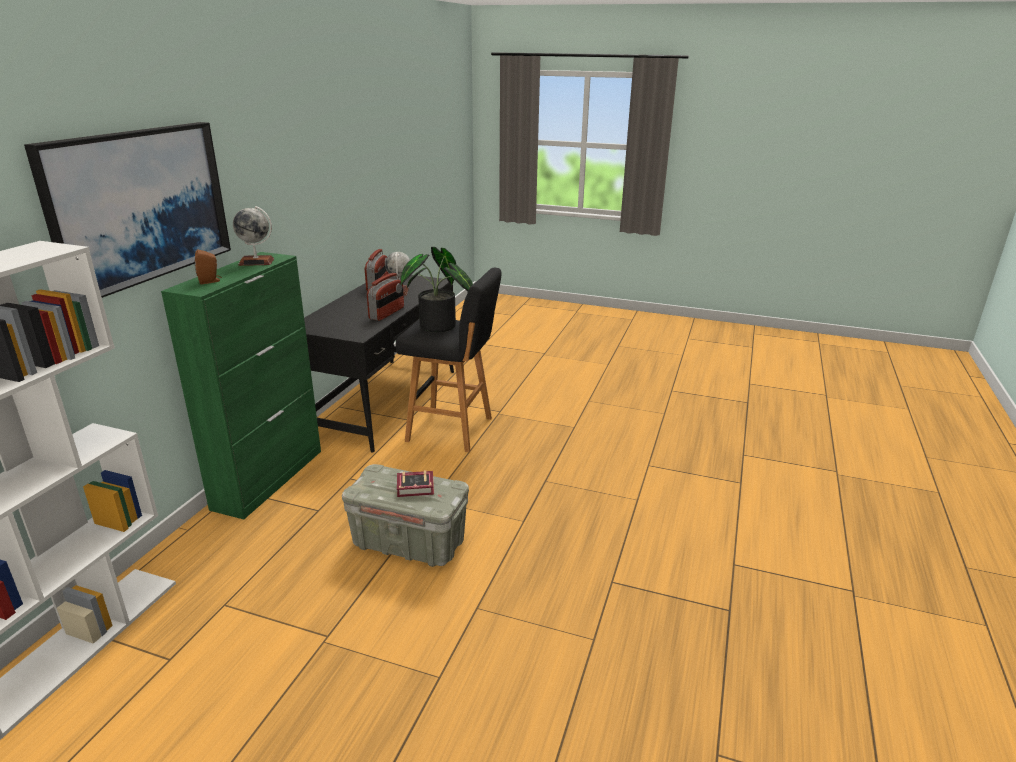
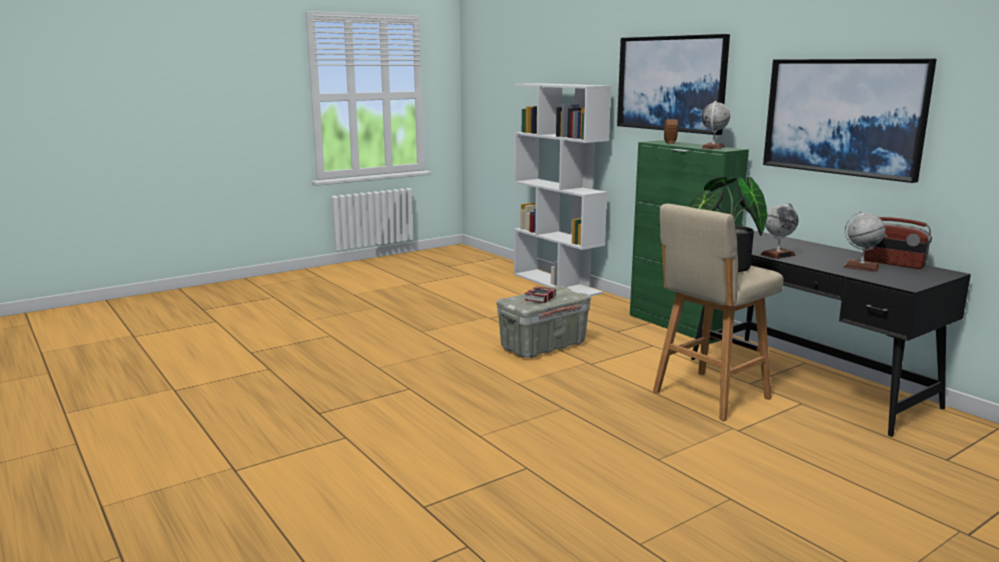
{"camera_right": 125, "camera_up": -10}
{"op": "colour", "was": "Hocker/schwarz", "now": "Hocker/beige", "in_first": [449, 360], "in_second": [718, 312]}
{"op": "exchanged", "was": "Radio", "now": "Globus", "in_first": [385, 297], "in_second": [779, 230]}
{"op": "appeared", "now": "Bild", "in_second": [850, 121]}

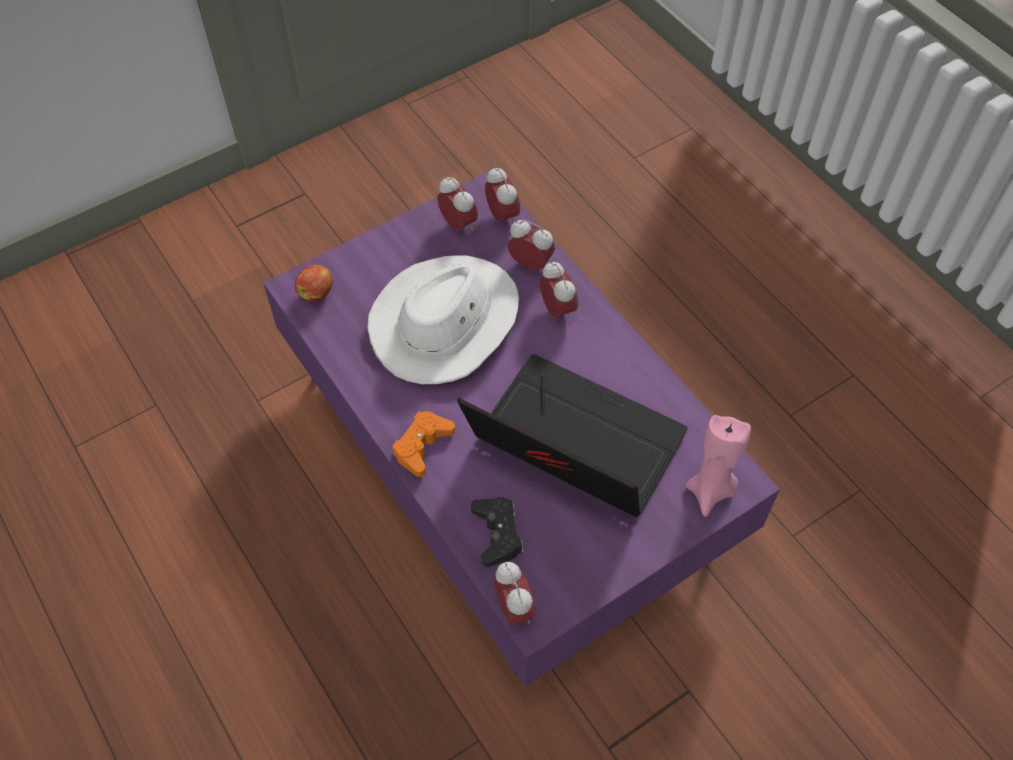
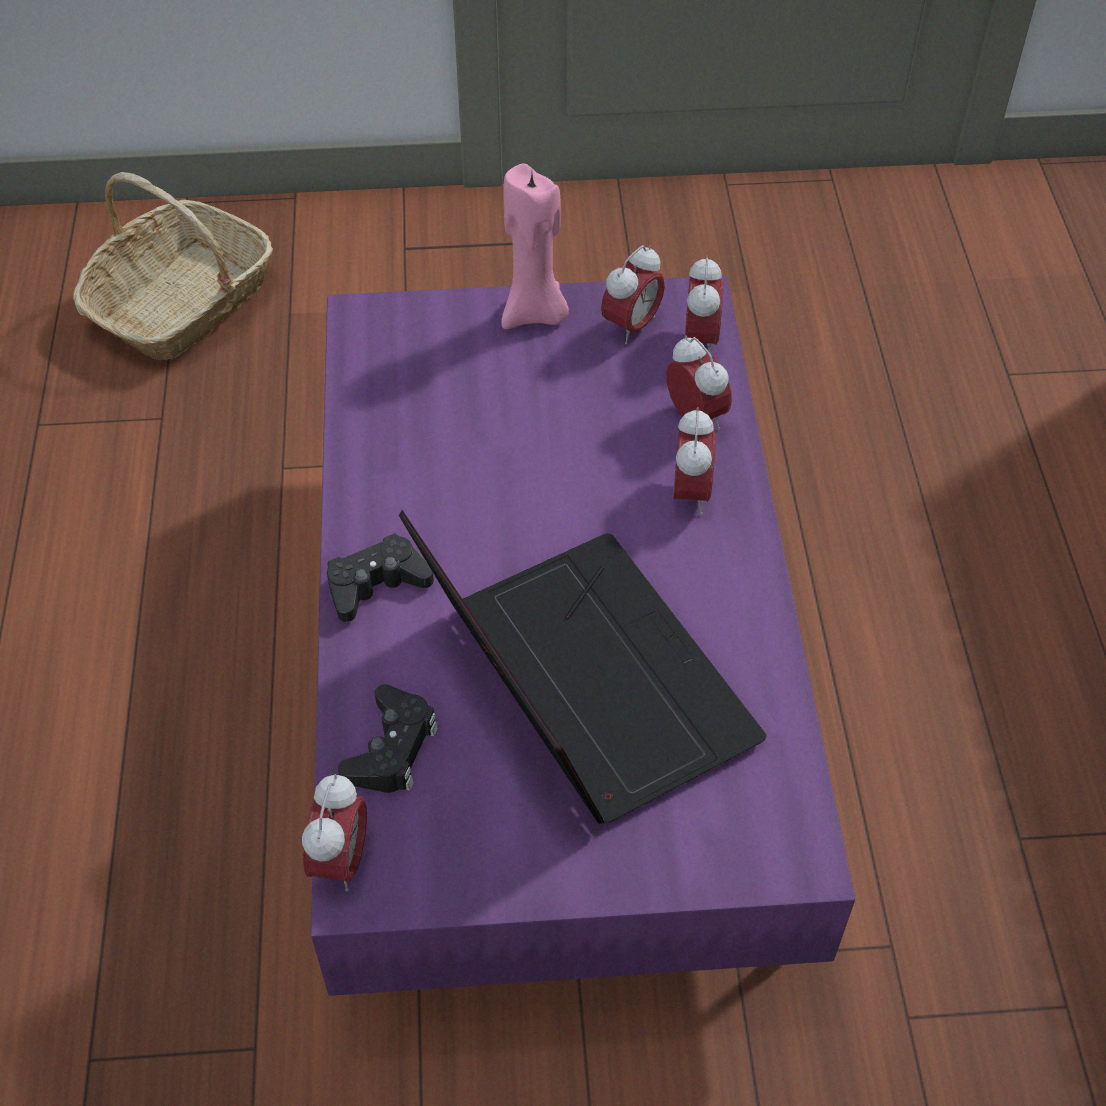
{"camera_right": 30, "camera_up": -5}
{"op": "spun", "was": "Wecker", "in_first": [457, 203], "in_second": [633, 294], "clockwise": 45}
{"op": "missing", "was": "Hut/weiß", "in_first": [443, 319]}
{"op": "missing", "was": "Apfel", "in_first": [314, 283]}
{"op": "colour", "was": "Gamepad/orange", "now": "Gamepad/schwarz", "in_first": [423, 444], "in_second": [380, 577]}
{"op": "relocated", "was": "Kerze/rosa", "in_first": [718, 466], "in_second": [535, 246]}
{"op": "appeared", "now": "Korb", "in_second": [173, 266]}

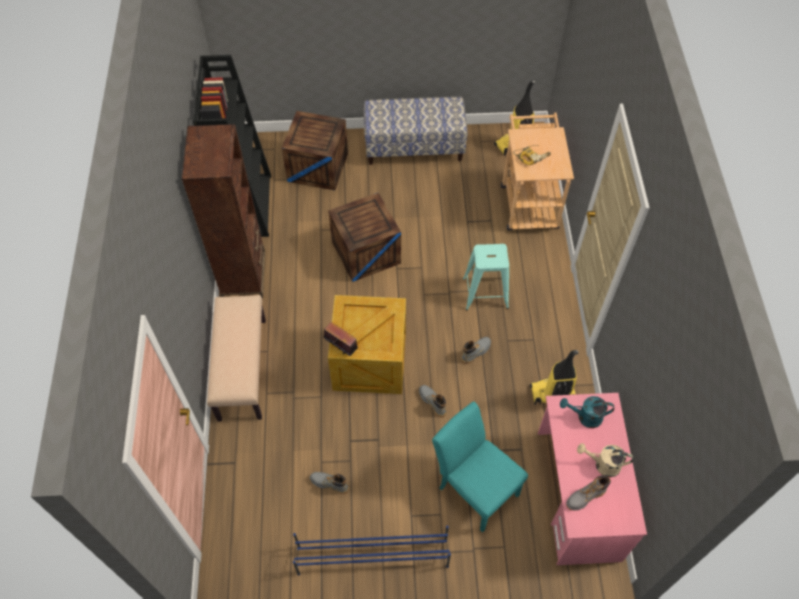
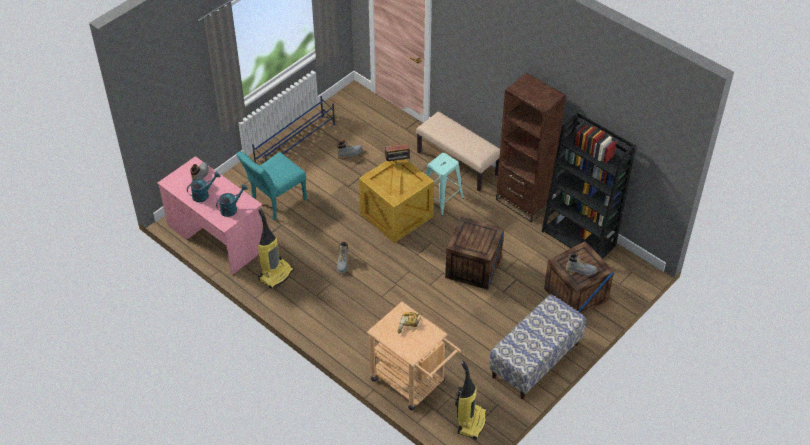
{"camera_right": 135, "camera_up": -10}
{"op": "relocated", "was": "Hocker/türkis", "in_first": [486, 277], "in_second": [445, 184]}
{"op": "relocated", "was": "Stiefel/grau", "in_first": [432, 401], "in_second": [582, 264]}
{"op": "spun", "was": "Stuhl/türkis", "in_first": [480, 466], "in_second": [271, 186], "clockwise": 135}
{"op": "colour", "was": "Gießkanne/beige", "now": "Gießkanne/türkis", "in_first": [605, 460], "in_second": [203, 187]}

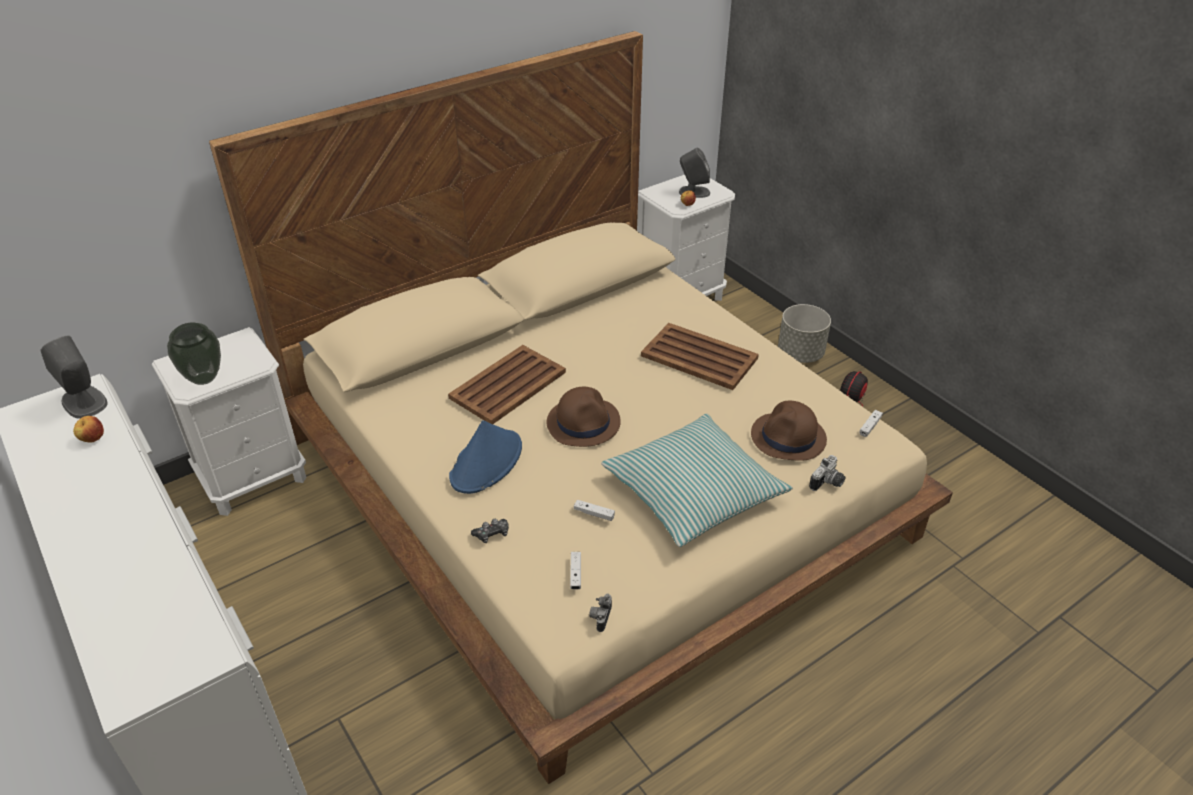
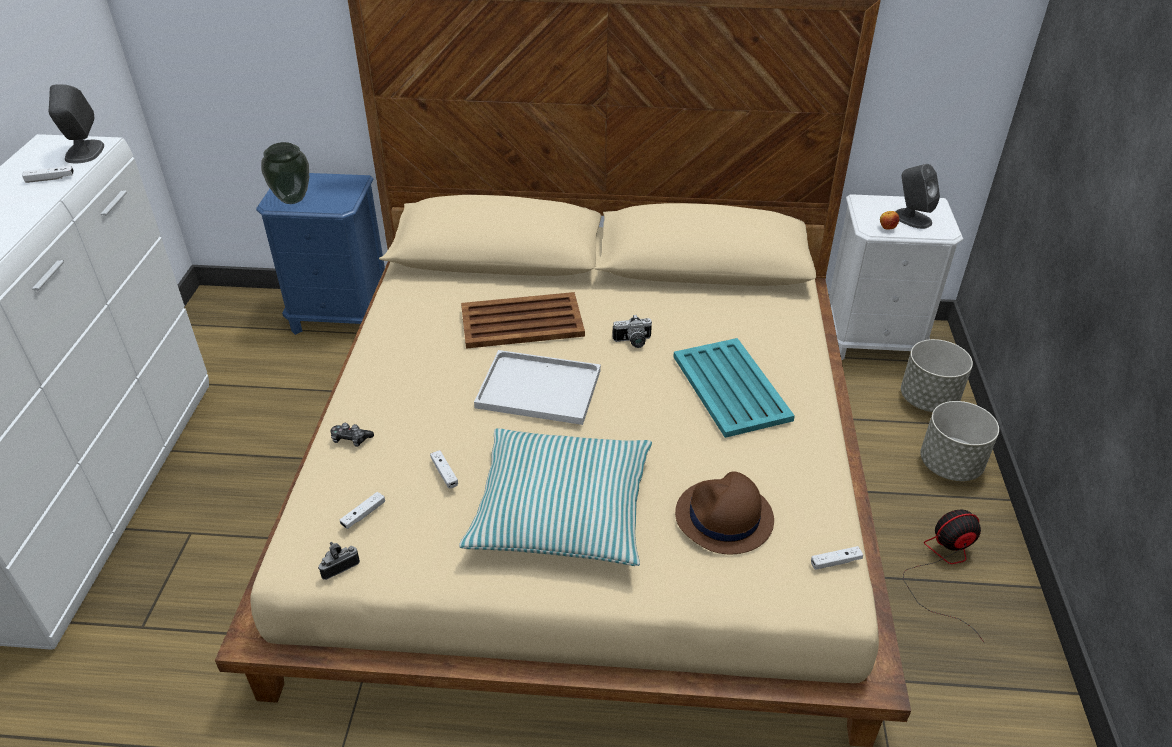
{"camera_right": 40, "camera_up": 0}
{"op": "colour", "was": "Tablett/braun", "now": "Tablett/türkis", "in_first": [700, 356], "in_second": [734, 388]}
{"op": "colour", "was": "Nachttisch/weiß", "now": "Nachttisch/blau", "in_first": [229, 421], "in_second": [320, 254]}
{"op": "exchanged", "was": "Hut/braun", "now": "Tablett/weiß", "in_first": [584, 417], "in_second": [537, 387]}
{"op": "exchanged", "was": "Apfel", "now": "Gamepad/weiß", "in_first": [88, 429], "in_second": [48, 174]}
{"op": "missing", "was": "Hut/blau", "in_first": [485, 457]}
{"op": "relocated", "was": "Kamera", "in_first": [827, 473], "in_second": [632, 331]}
{"op": "appeared", "now": "Pflanzkübel/grau", "in_second": [937, 375]}

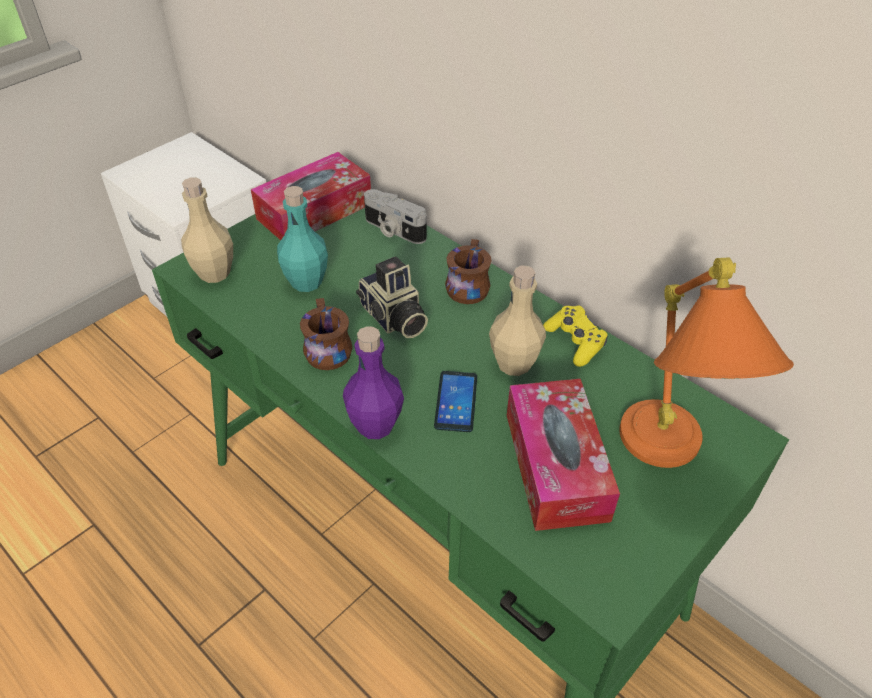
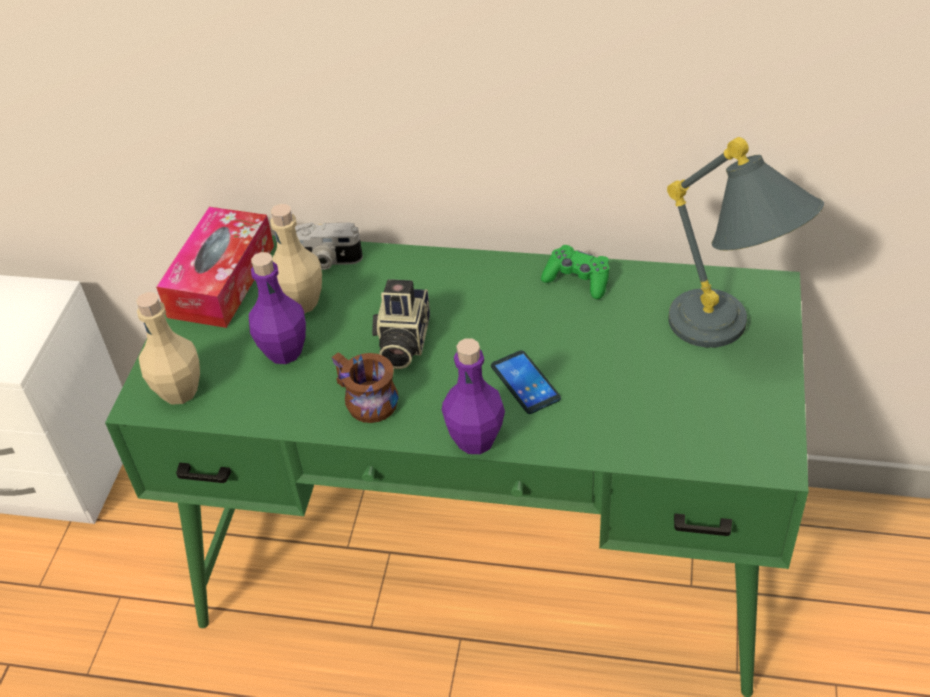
{"camera_right": -30, "camera_up": 0}
{"op": "colour", "was": "Flasche/türkis", "now": "Flasche/lila", "in_first": [302, 239], "in_second": [277, 308]}
{"op": "missing", "was": "Henkelbecher/braun", "in_first": [468, 271]}
{"op": "spun", "was": "Kamera", "in_first": [392, 297], "in_second": [401, 324], "clockwise": 75}
{"op": "colour", "was": "Tischlampe/orange", "now": "Tischlampe/grau", "in_first": [706, 362], "in_second": [745, 242]}
{"op": "relocated", "was": "Flasche/beige", "in_first": [517, 321], "in_second": [296, 259]}
{"op": "colour", "was": "Gamepad/gelb", "now": "Gamepad/grün", "in_first": [575, 336], "in_second": [575, 272]}
{"op": "missing", "was": "Taschentuchbox", "in_first": [563, 455]}

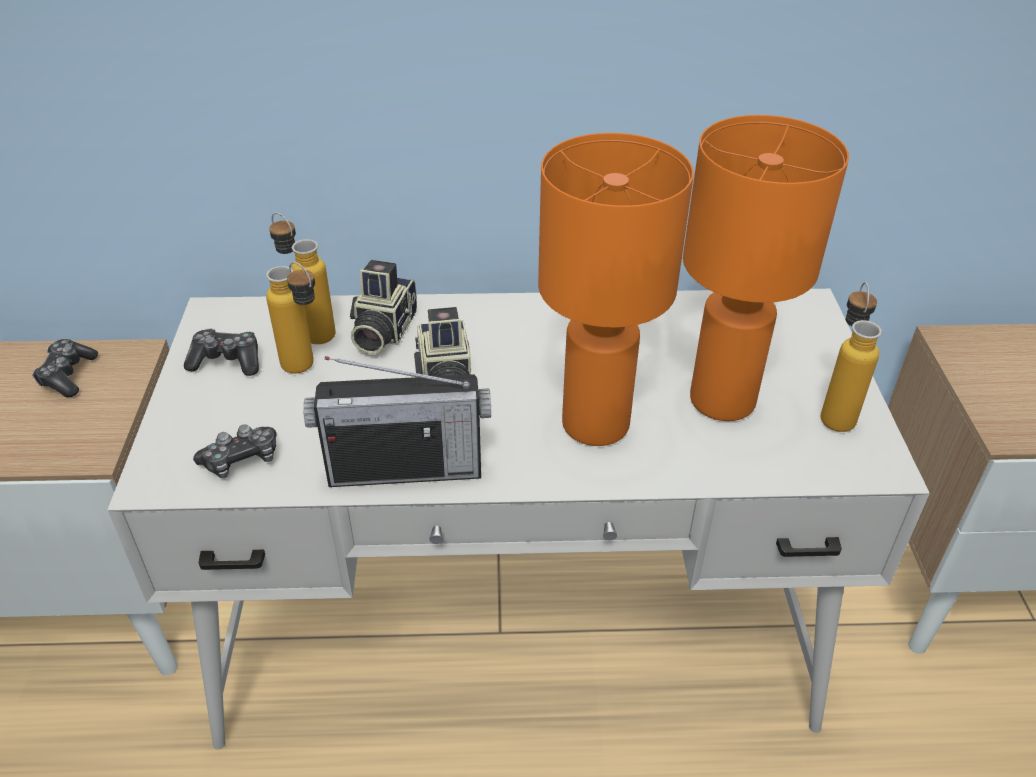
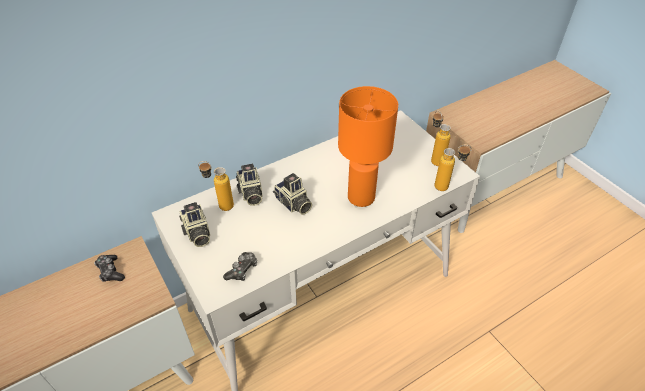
{"camera_right": -30, "camera_up": 5}
{"op": "missing", "was": "Tischlampe/orange", "in_first": [766, 268]}
{"op": "relocated", "was": "Flasche", "in_first": [290, 318], "in_second": [453, 168]}
{"op": "exchanged", "was": "Gamepad", "now": "Kamera", "in_first": [221, 352], "in_second": [194, 224]}
{"op": "missing", "was": "Radio", "in_first": [397, 421]}

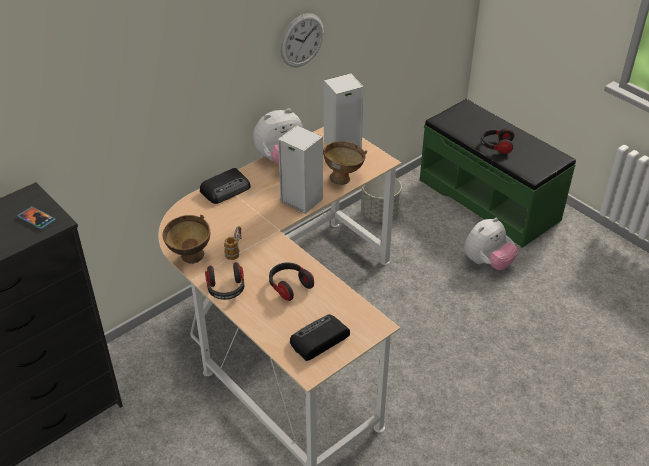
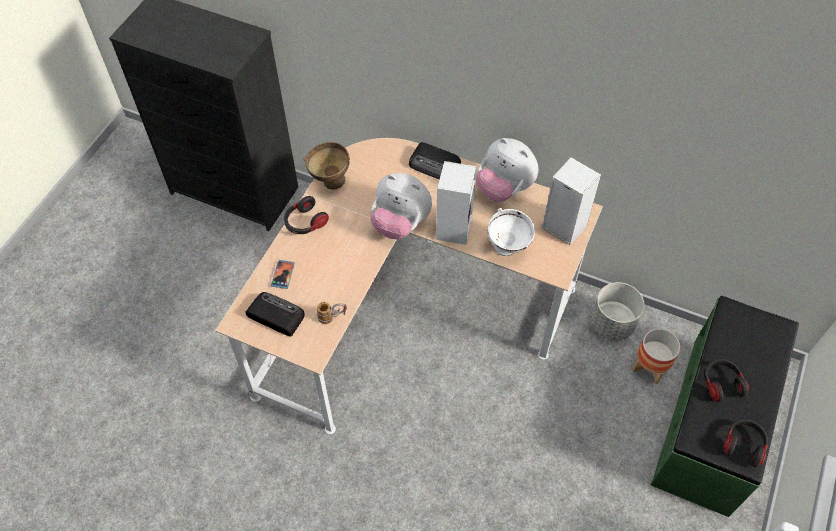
{"camera_right": 65, "camera_up": 15}
{"op": "missing", "was": "Wanduhr", "in_first": [302, 40]}
{"op": "colour", "was": "Schüssel/braun", "now": "Schüssel/weiß", "in_first": [345, 163], "in_second": [511, 232]}
{"op": "relocated", "was": "Handy", "in_first": [36, 217], "in_second": [283, 274]}
{"op": "relocated", "was": "Plüschtier", "in_first": [491, 244], "in_second": [401, 206]}
{"op": "relocated", "was": "Henkelbecher", "in_first": [233, 243], "in_second": [332, 313]}
{"op": "relocated", "was": "Kopfhörer", "in_first": [291, 281], "in_second": [745, 443]}
{"op": "appeared", "now": "Pflanzkübel", "in_second": [656, 356]}

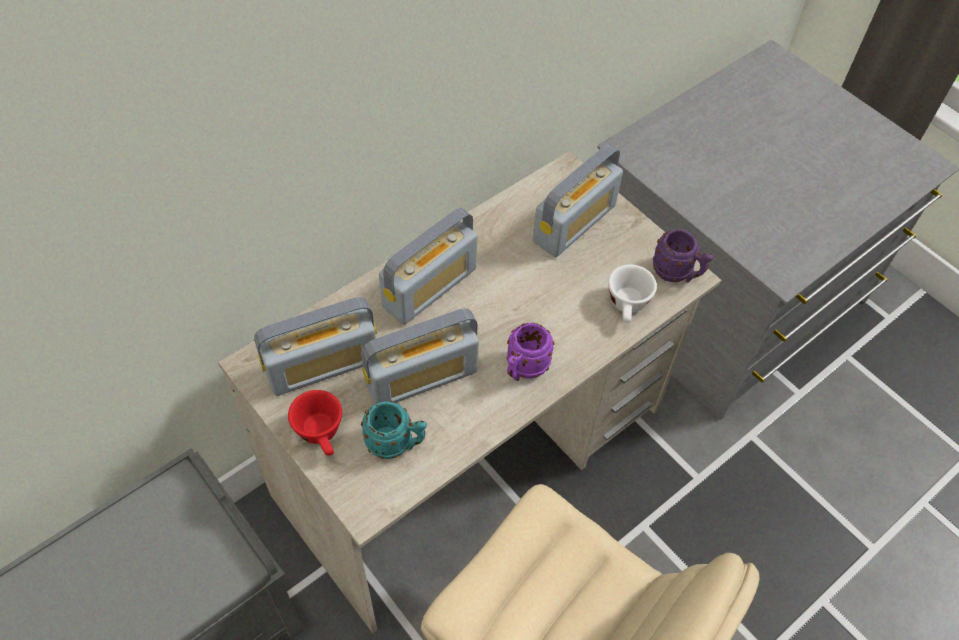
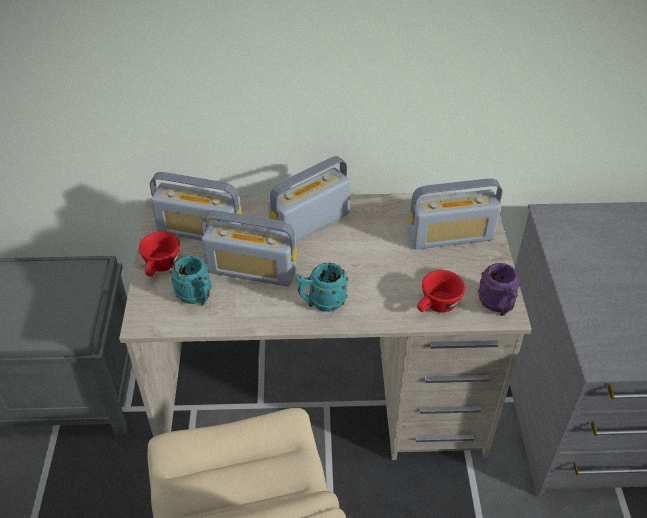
{"camera_right": 40, "camera_up": -10}
{"op": "spun", "was": "Radio", "in_first": [428, 266], "in_second": [309, 199], "clockwise": 150}
{"op": "colour", "was": "Tasse/weiß", "now": "Tasse/rot", "in_first": [632, 293], "in_second": [441, 291]}
{"op": "colour", "was": "Henkelbecher/lila", "now": "Henkelbecher/türkis", "in_first": [530, 352], "in_second": [322, 287]}

